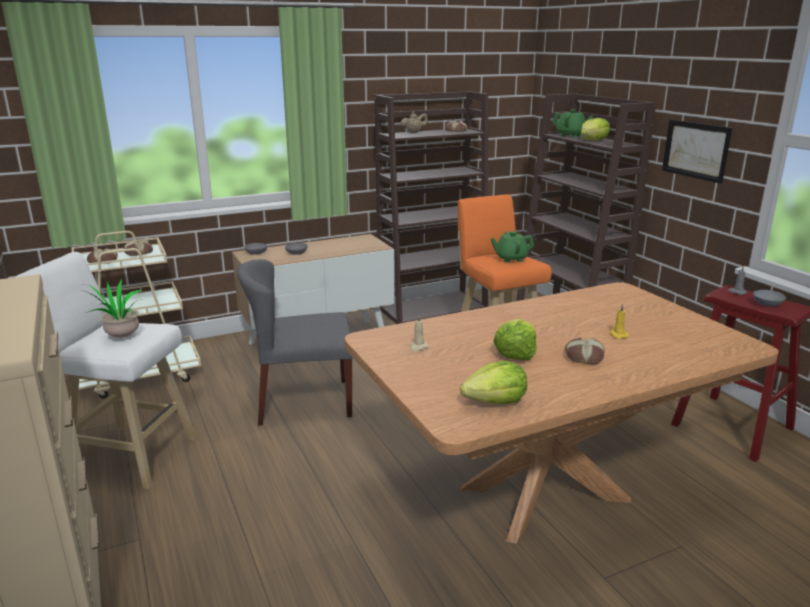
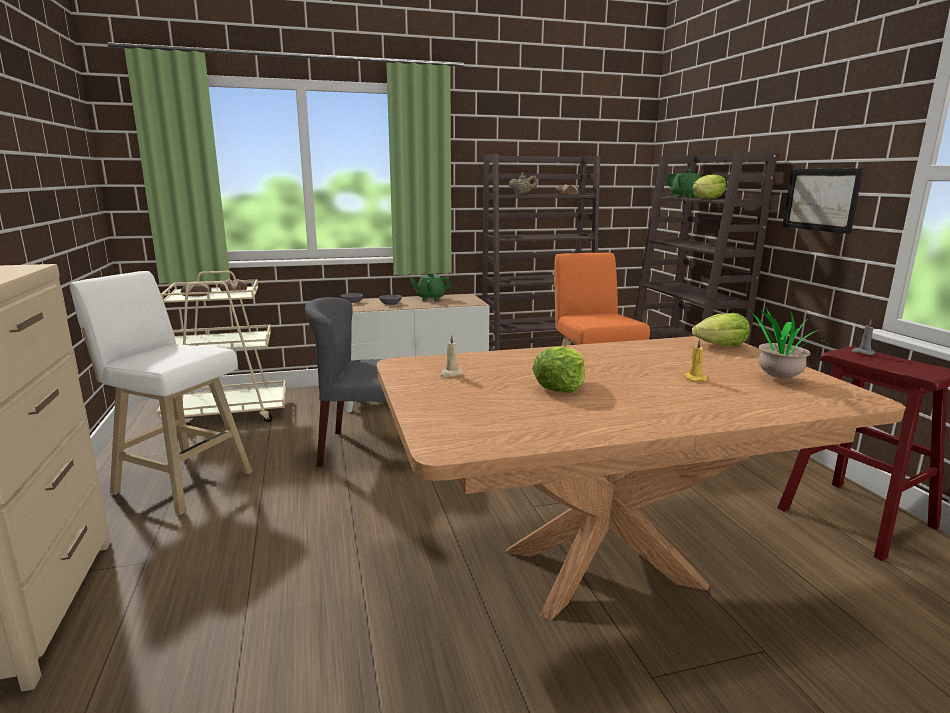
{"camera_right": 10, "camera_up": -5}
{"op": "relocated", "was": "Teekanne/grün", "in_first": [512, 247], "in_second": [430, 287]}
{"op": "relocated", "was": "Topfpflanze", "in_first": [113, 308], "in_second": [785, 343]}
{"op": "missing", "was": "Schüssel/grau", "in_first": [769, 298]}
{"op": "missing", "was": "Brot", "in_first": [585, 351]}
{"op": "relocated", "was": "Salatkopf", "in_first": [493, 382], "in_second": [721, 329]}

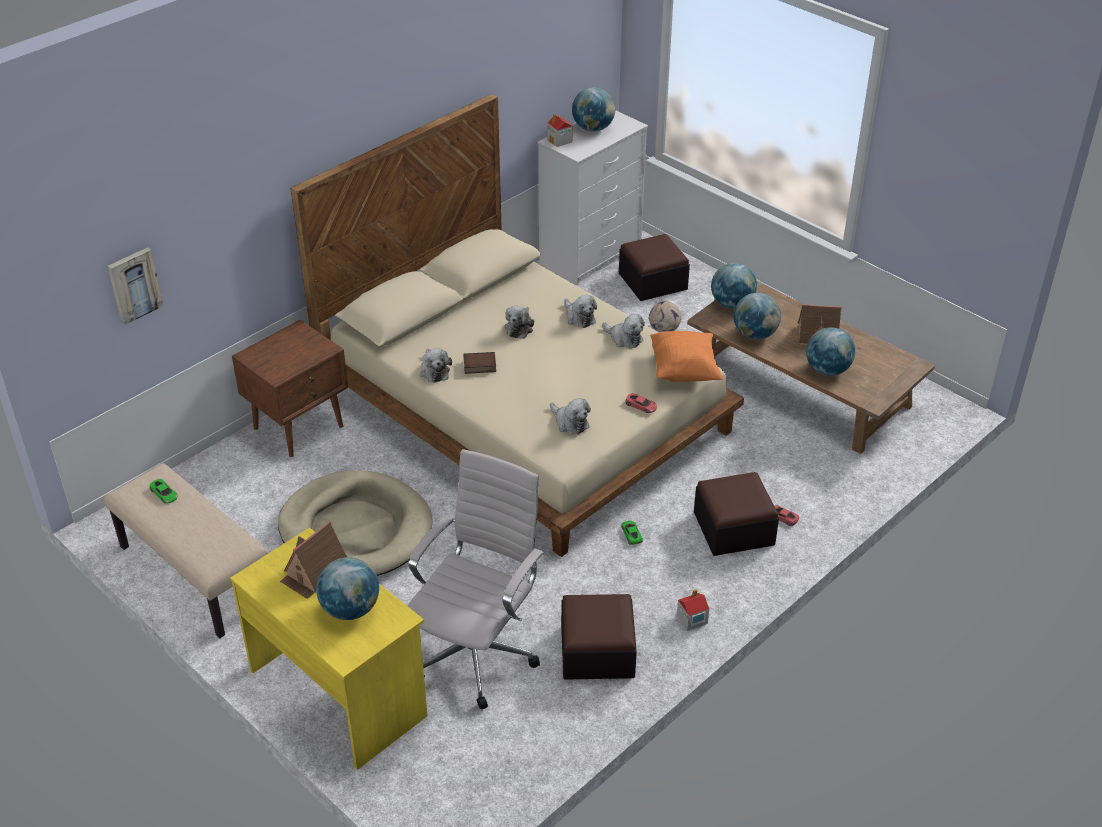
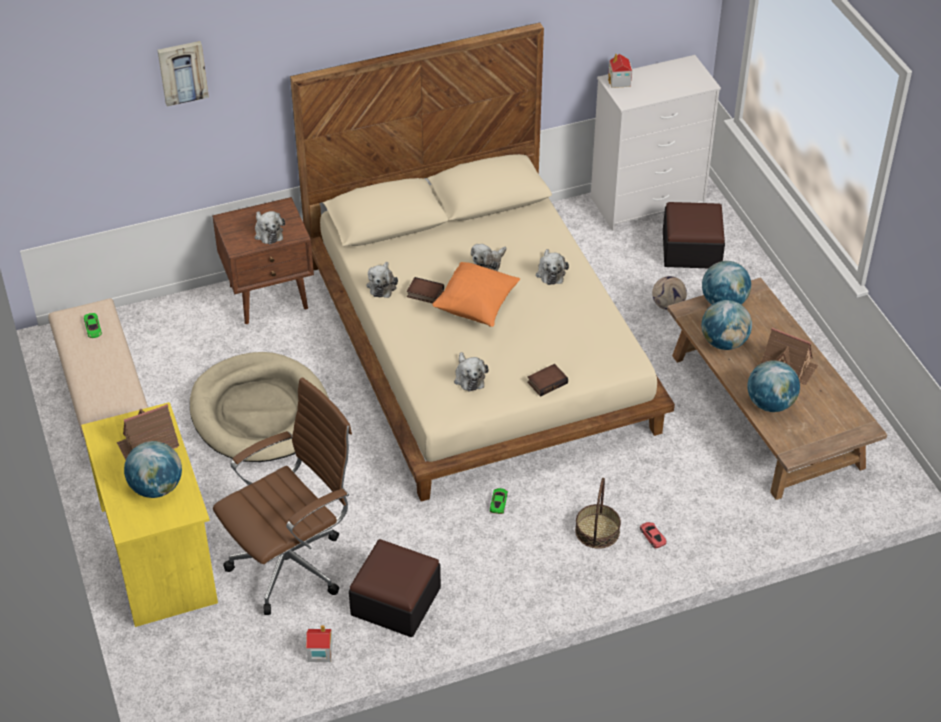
{"camera_right": 25, "camera_up": 5}
{"op": "missing", "was": "Globus", "in_first": [593, 109]}
{"op": "relocated", "was": "Bild", "in_first": [135, 286], "in_second": [183, 73]}
{"op": "relocated", "was": "Plüschtier", "in_first": [623, 331], "in_second": [270, 227]}
{"op": "relocated", "was": "Kissen/orange", "in_first": [686, 356], "in_second": [476, 294]}
{"op": "exchanged", "was": "Spielzeugauto/rot", "now": "Buch", "in_first": [641, 403], "in_second": [547, 380]}
{"op": "colour", "was": "Bürostuhl/weiß", "now": "Bürostuhl/braun", "in_first": [475, 579], "in_second": [282, 496]}
{"op": "exchanged", "was": "Polsterhocker", "now": "Korb", "in_first": [736, 514], "in_second": [598, 513]}
{"op": "relocated", "was": "Spielzeughaus", "in_first": [693, 610], "in_second": [319, 643]}

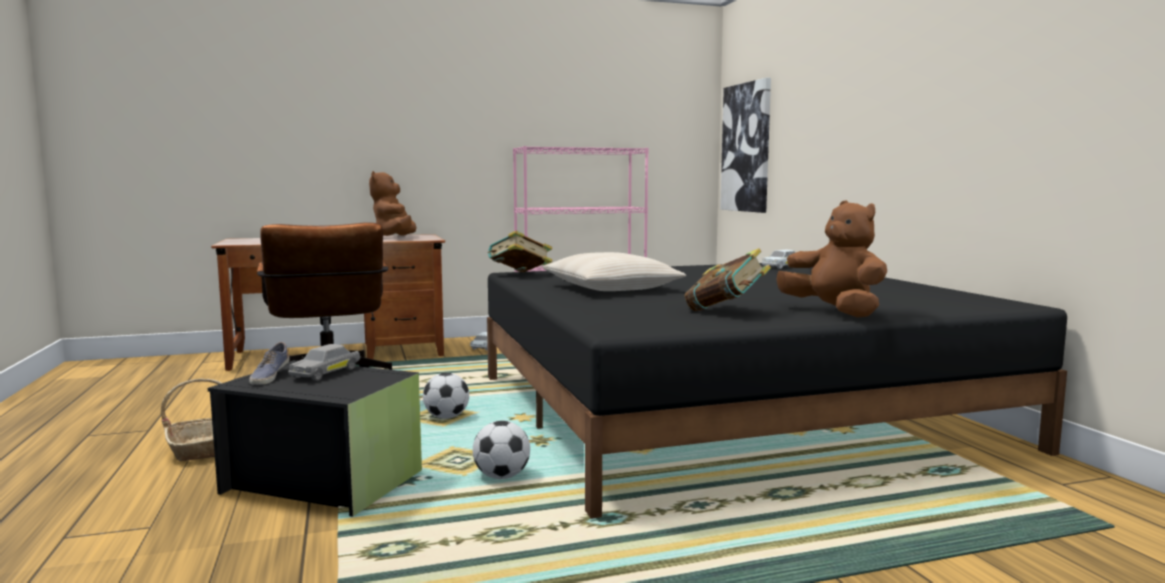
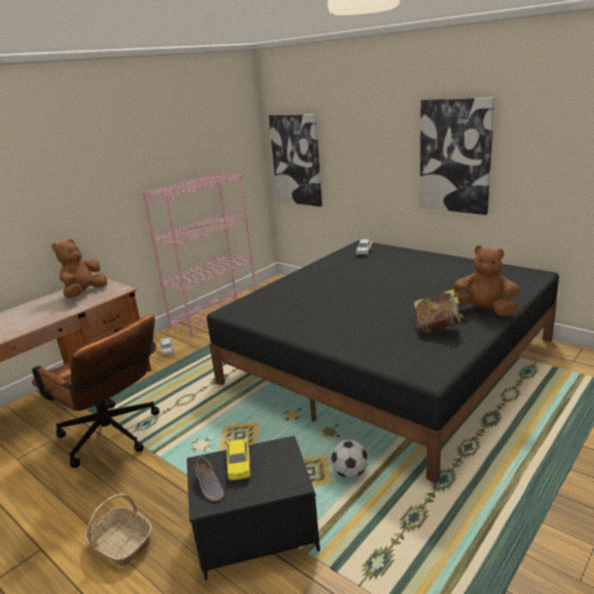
{"camera_right": -30, "camera_up": 15}
{"op": "spun", "was": "Plüschtier/braun", "in_first": [393, 203], "in_second": [79, 268], "clockwise": 60}
{"op": "missing", "was": "Buch", "in_first": [520, 251]}
{"op": "missing", "was": "Kissen/beige", "in_first": [614, 271]}
{"op": "colour", "was": "Spielzeugauto/grau", "now": "Spielzeugauto/gelb", "in_first": [324, 362], "in_second": [238, 458]}
{"op": "missing", "was": "Fußball", "in_first": [446, 396]}
{"op": "appeared", "now": "Bild", "in_second": [457, 156]}

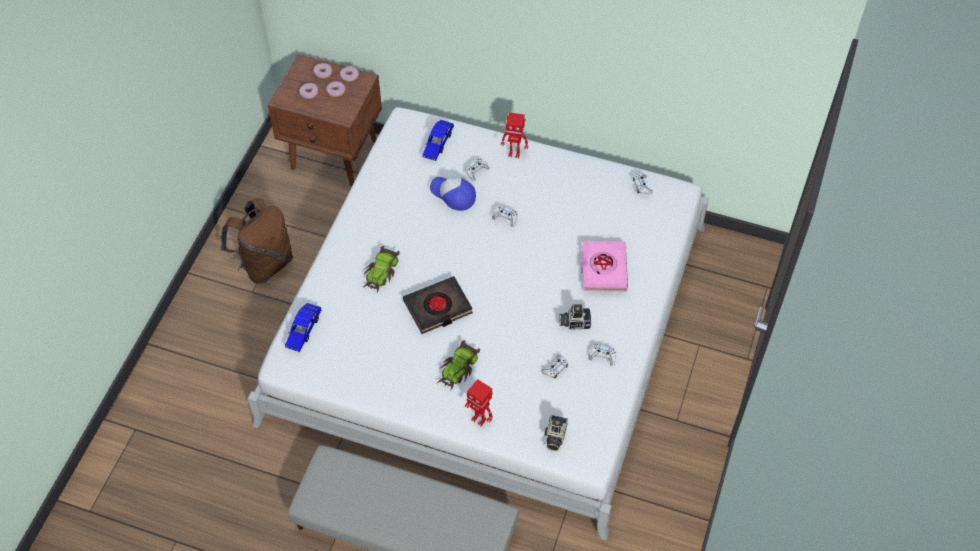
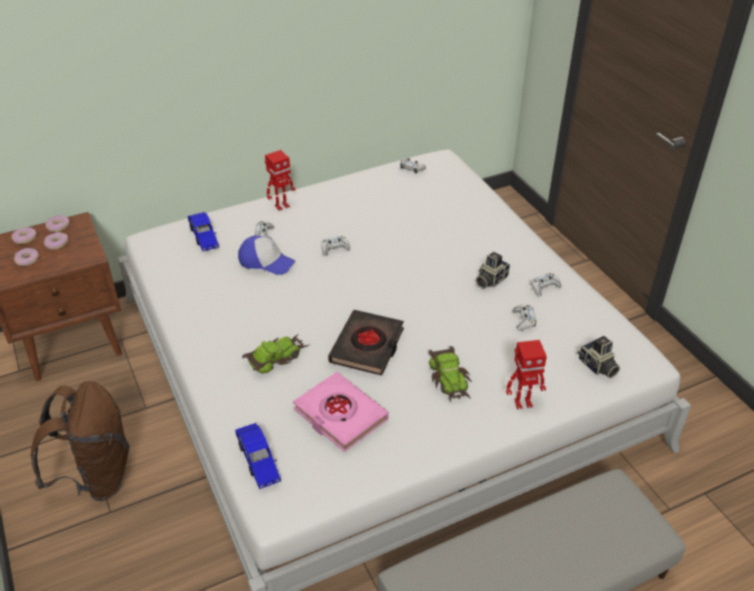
{"camera_right": -45, "camera_up": -15}
{"op": "spun", "was": "Kappe", "in_first": [453, 194], "in_second": [267, 255], "clockwise": -150}
{"op": "relocated", "was": "Buch/rosa", "in_first": [604, 266], "in_second": [341, 412]}
{"op": "spun", "was": "Spielzeugauto", "in_first": [381, 269], "in_second": [276, 354], "clockwise": -105}

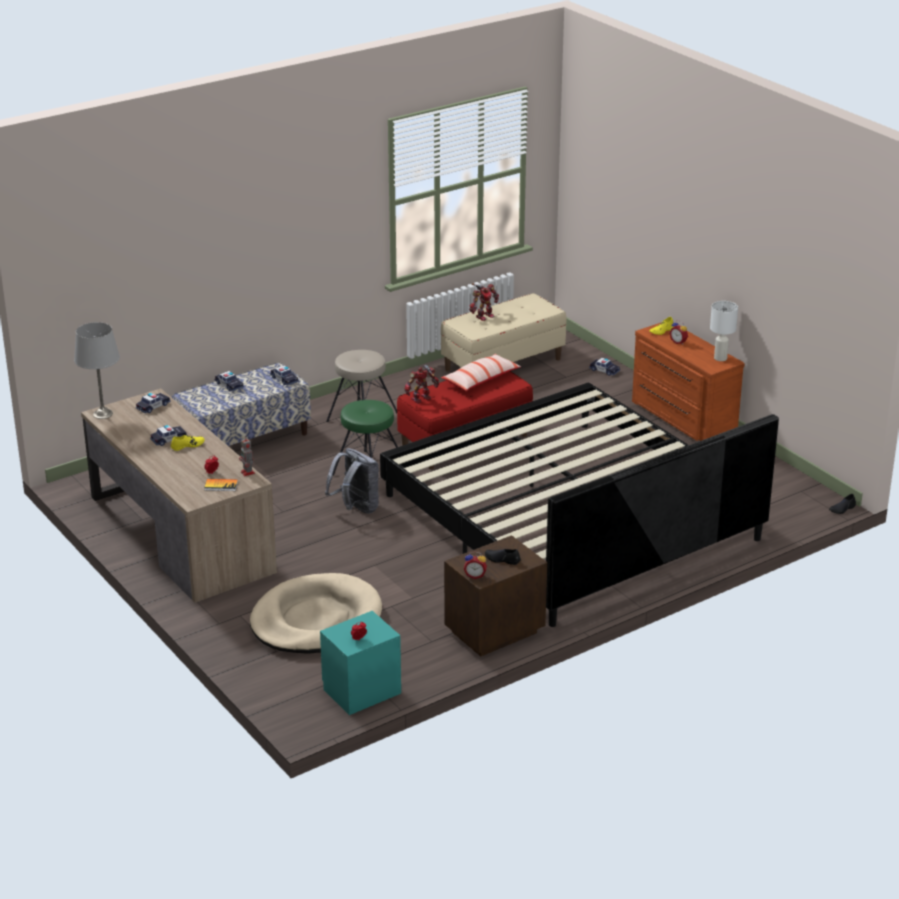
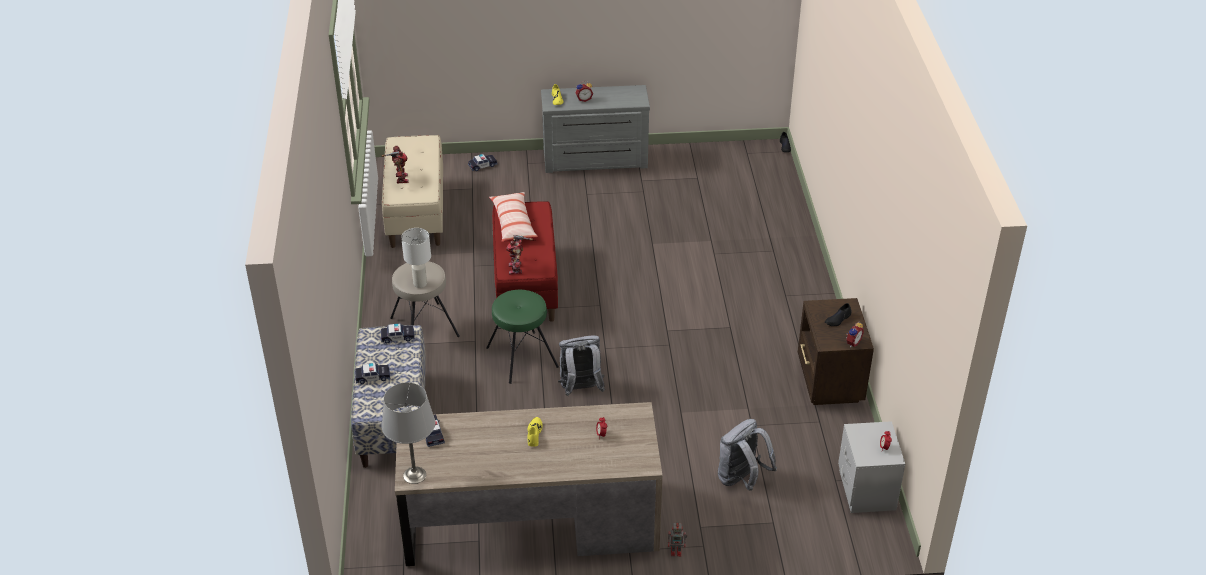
{"camera_right": -60, "camera_up": 10}
{"op": "relocated", "was": "Tischlampe/weiß", "in_first": [724, 331], "in_second": [416, 258]}
{"op": "colour", "was": "Kommode/braun", "now": "Kommode/grau", "in_first": [688, 381], "in_second": [595, 129]}
{"op": "missing", "was": "Bett", "in_first": [579, 505]}
{"op": "missing", "was": "Spielzeugauto", "in_first": [168, 435]}
{"op": "relocated", "was": "Spielzeugroboter", "in_first": [247, 457], "in_second": [677, 539]}
{"op": "missing", "was": "Buch", "in_first": [221, 485]}
{"op": "exchanged", "was": "Hundebett/beige", "now": "Rucksack/grau", "in_first": [316, 613], "in_second": [747, 455]}
{"op": "colour", "was": "Nachttisch/türkis", "now": "Nachttisch/grau", "in_first": [360, 663], "in_second": [871, 467]}

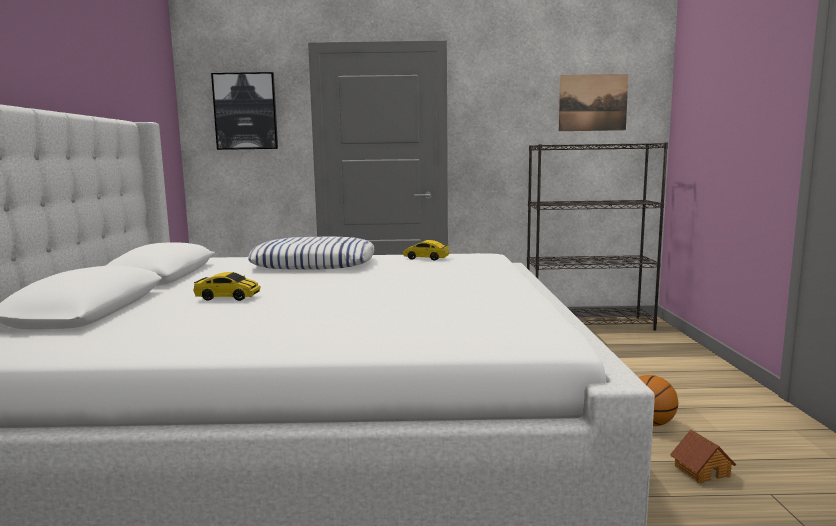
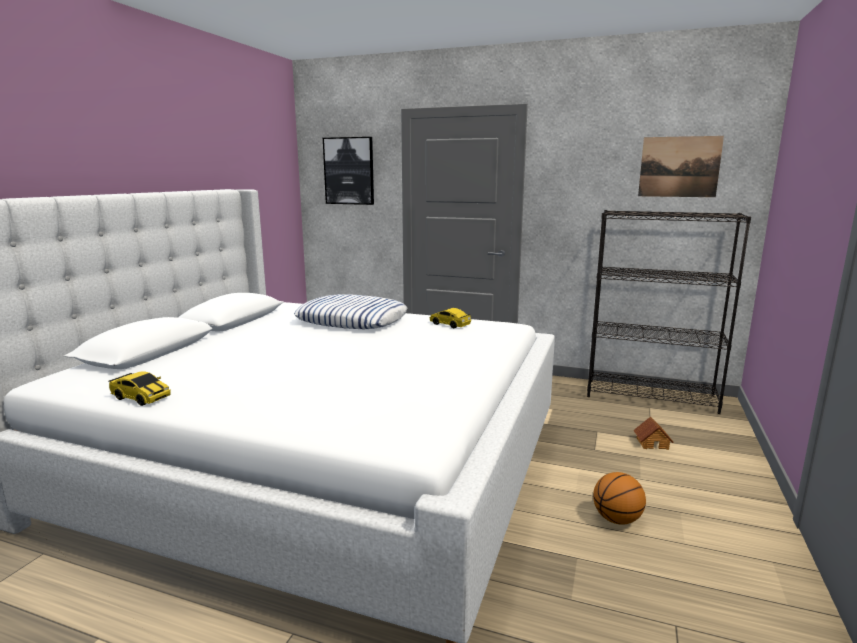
{"camera_right": 20, "camera_up": 5}
{"op": "relocated", "was": "Spielzeugauto", "in_first": [226, 286], "in_second": [140, 388]}
{"op": "relocated", "was": "Spielzeughaus", "in_first": [703, 456], "in_second": [653, 433]}

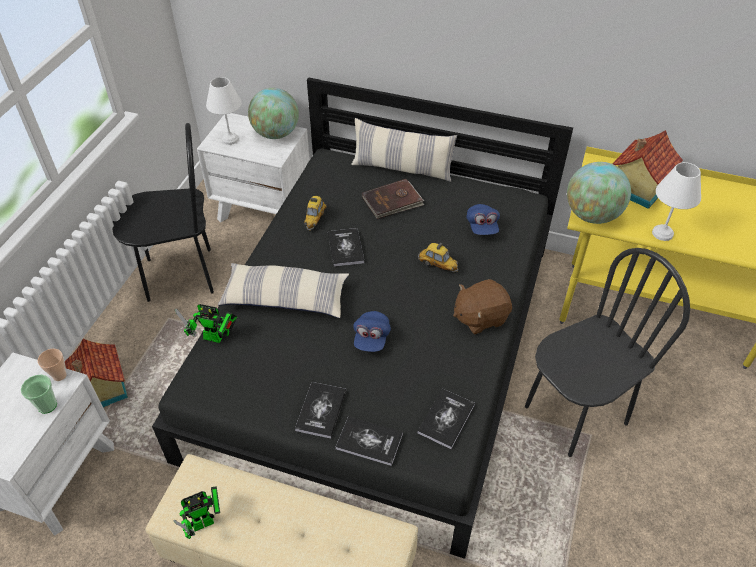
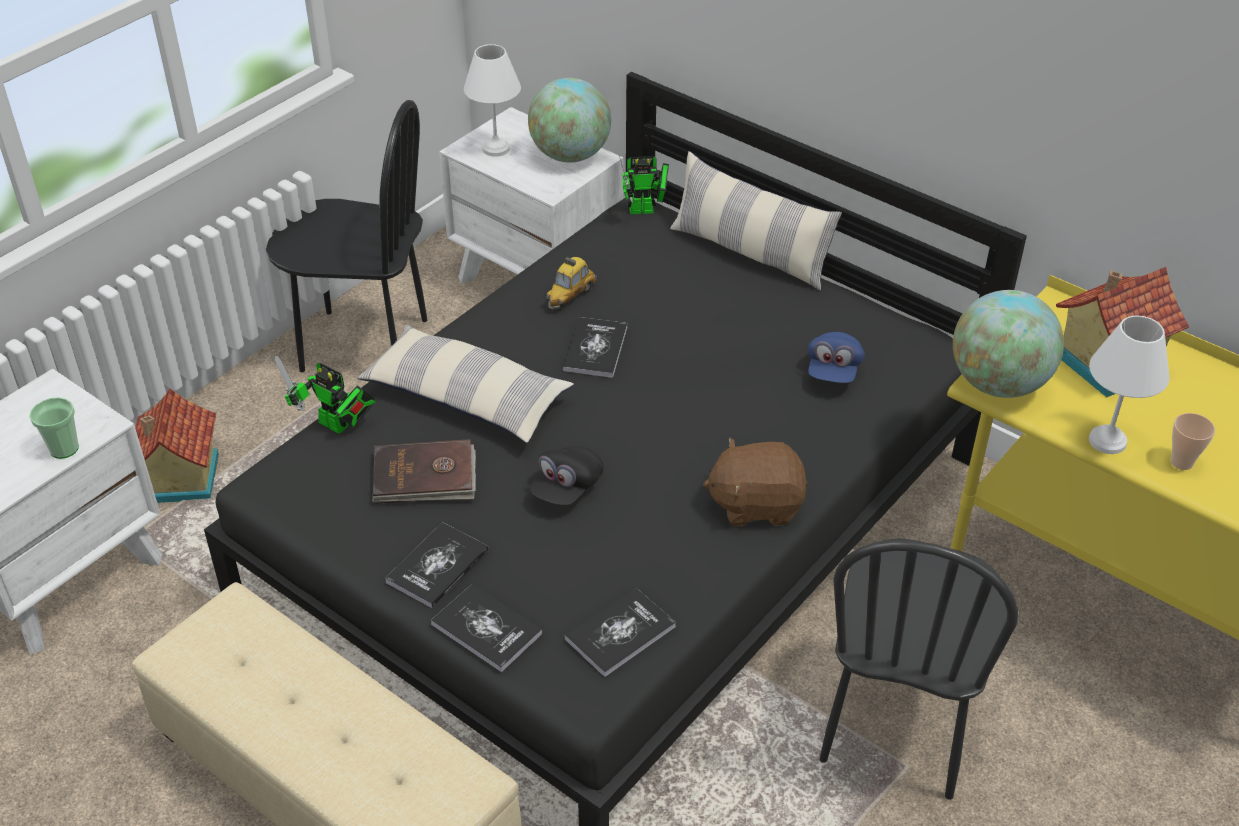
{"camera_right": 20, "camera_up": -5}
{"op": "relocated", "was": "Buch/braun", "in_first": [393, 199], "in_second": [424, 471]}
{"op": "missing", "was": "Spielzeugauto", "in_first": [438, 257]}
{"op": "spun", "was": "Stuhl/schwarz", "in_first": [607, 352], "in_second": [918, 669], "clockwise": 120}
{"op": "colour", "was": "Kappe/blau", "now": "Kappe/schwarz", "in_first": [372, 331], "in_second": [566, 475]}
{"op": "relocated", "was": "Tasse", "in_first": [52, 365], "in_second": [1192, 441]}
{"op": "relocated", "was": "Spielzeugroboter", "in_first": [197, 512], "in_second": [644, 184]}

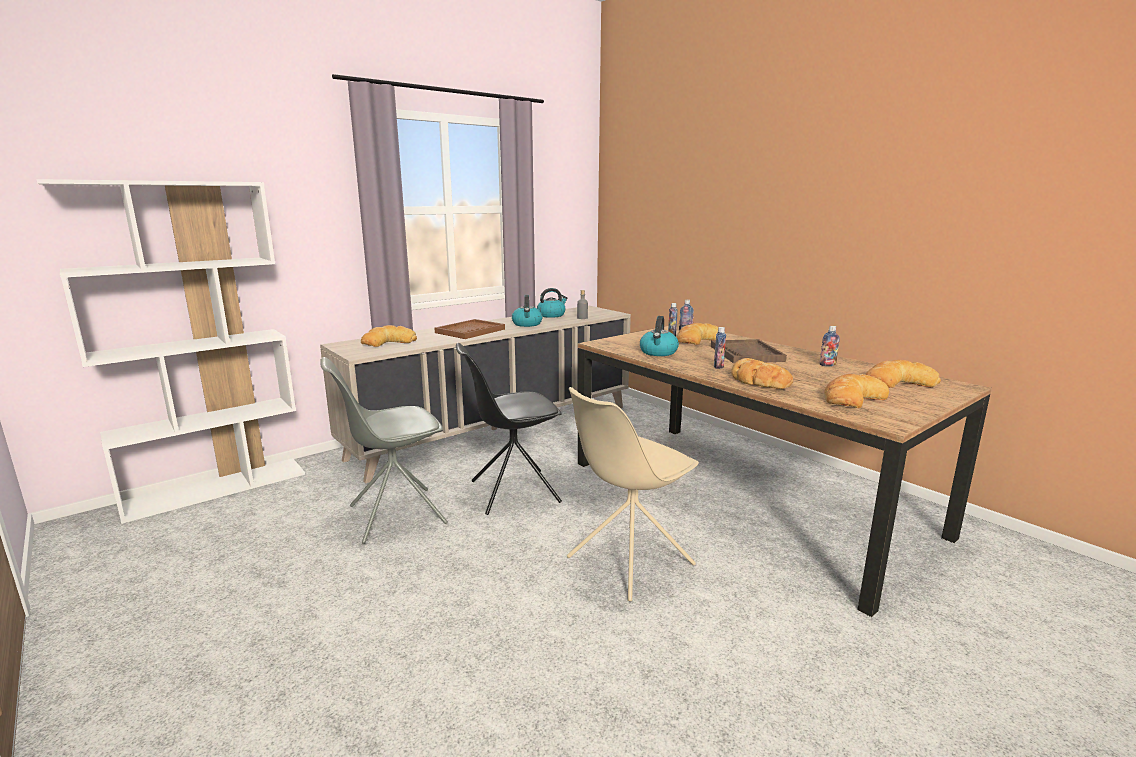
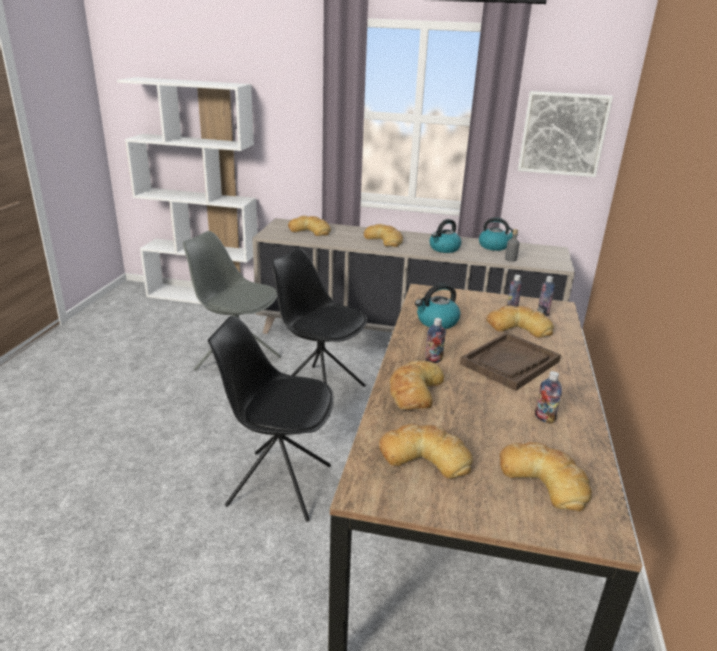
{"camera_right": 50, "camera_up": 10}
{"op": "exchanged", "was": "Tablett/braun", "now": "Brot", "in_first": [470, 329], "in_second": [383, 235]}
{"op": "colour", "was": "Stuhl/beige", "now": "Stuhl/schwarz", "in_first": [633, 494], "in_second": [271, 419]}
{"op": "appeared", "now": "Bild", "in_second": [565, 134]}

